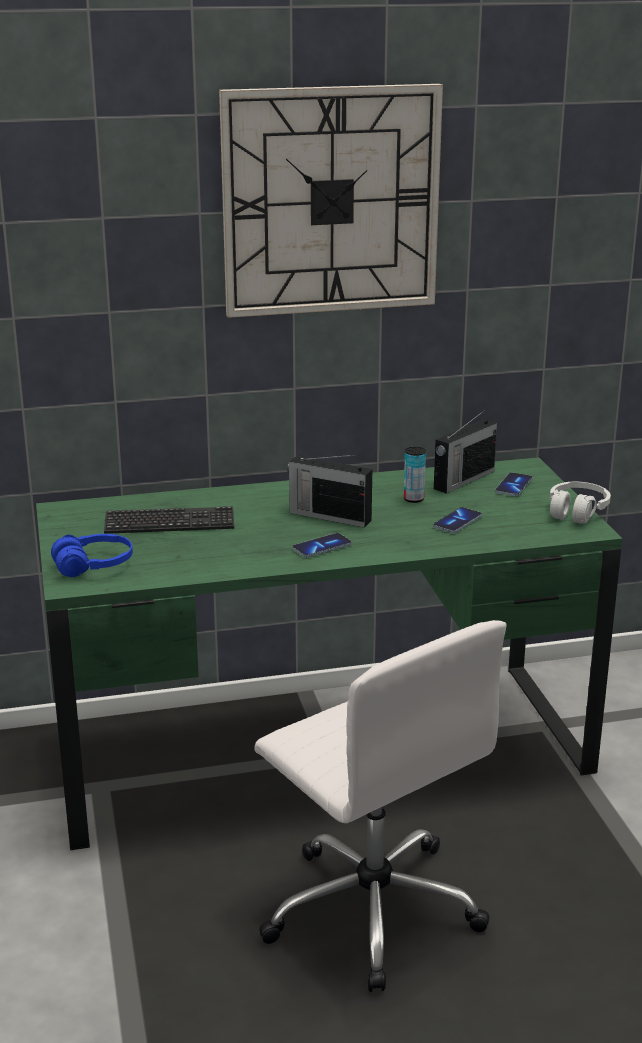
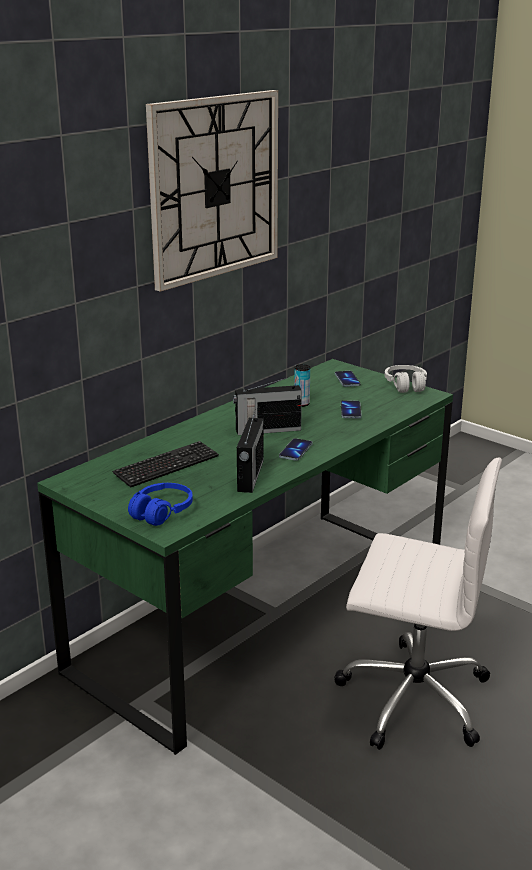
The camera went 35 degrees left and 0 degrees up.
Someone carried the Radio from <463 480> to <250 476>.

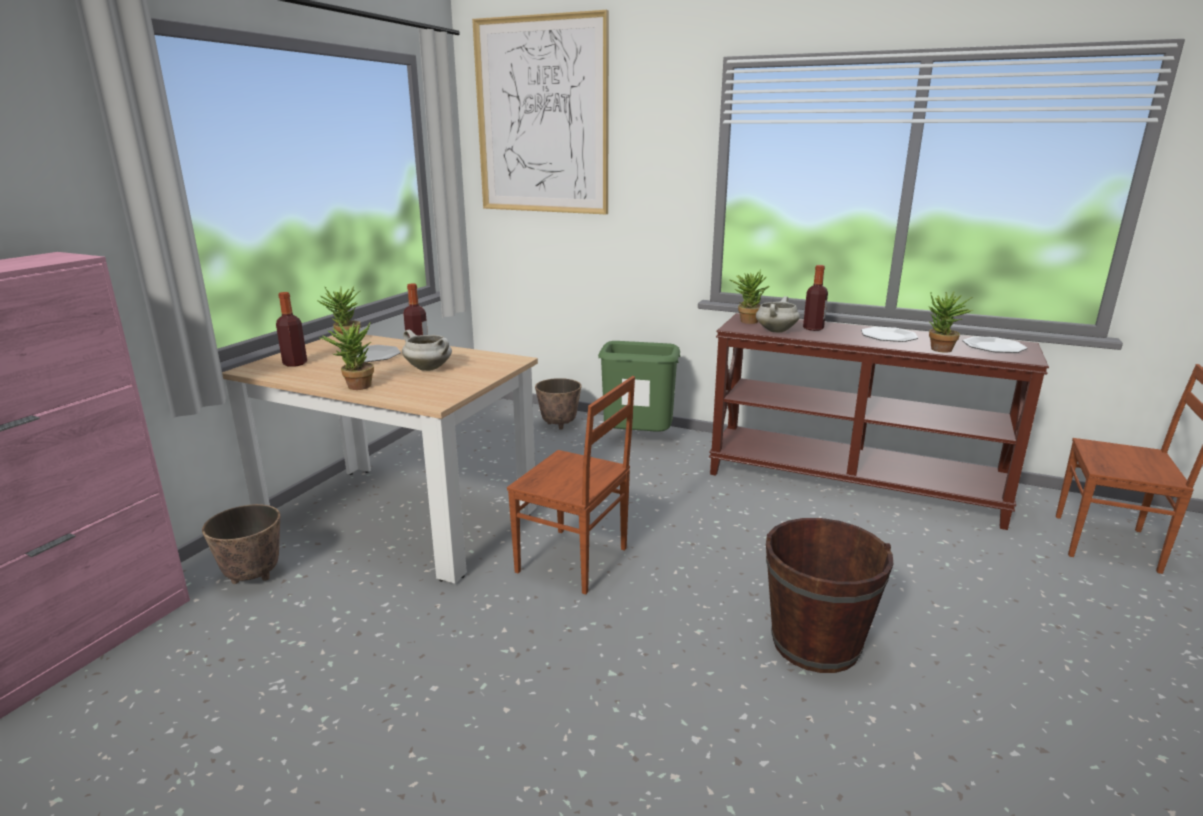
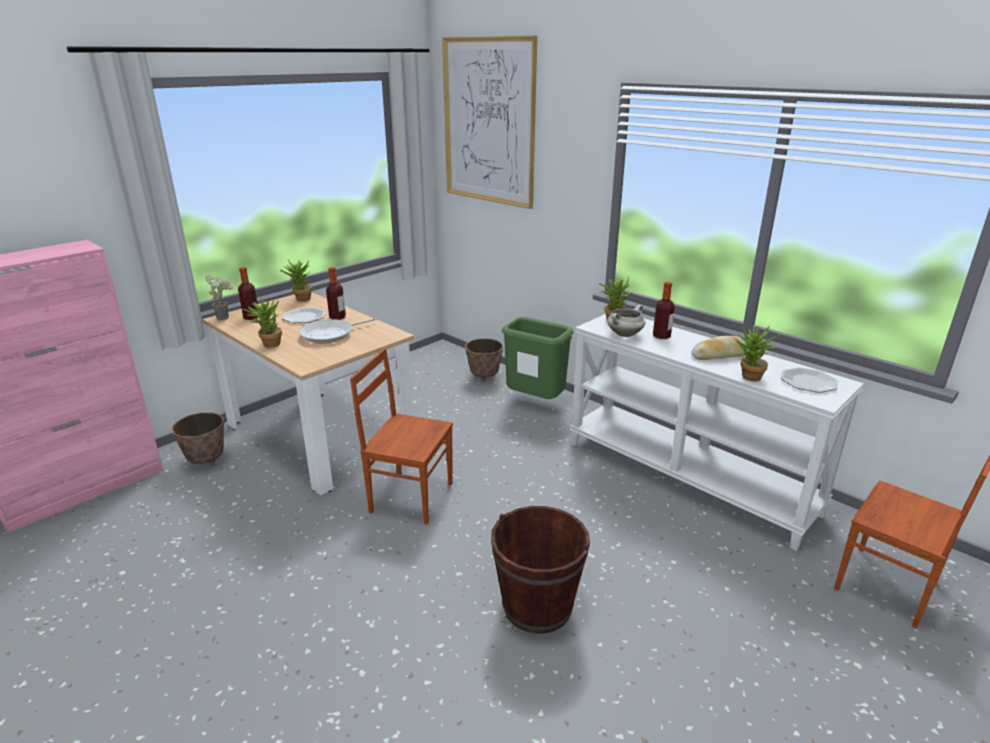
The camera went 20 degrees right and 5 degrees up.
Someone swapped the Kochtopf [weiß] at <429 368> for the Pfanne at <330 334>.
Someone rotated the Stuhl [braun] at <573 561> by 150 degrees clockwise.
Someone repainted the Konsolentisch [braun] at <853 483>, which became the Konsolentisch [weiß] at <688 476>.
Someone swapped the Teller at <888 336> for the Brot at <720 355>.
Someone put down the Topfpflanze at <226 317>.

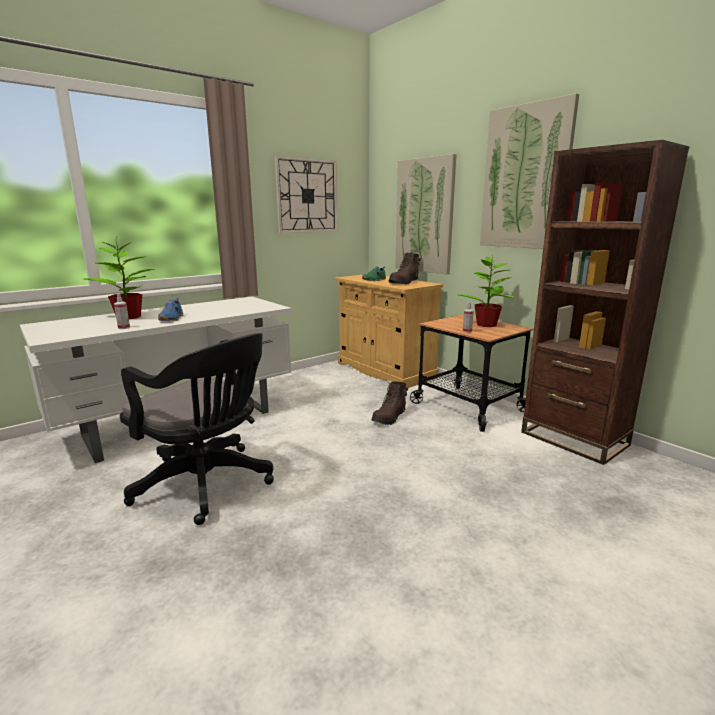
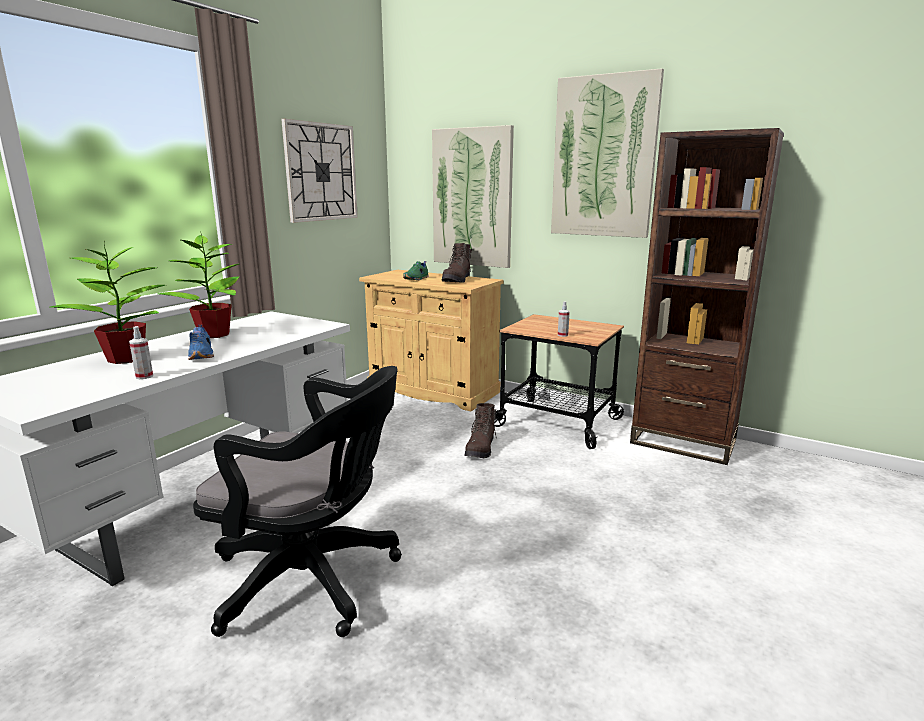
The camera went 20 degrees left and 0 degrees up.
Someone carried the Topfpflanze from <486 325> to <213 335>.

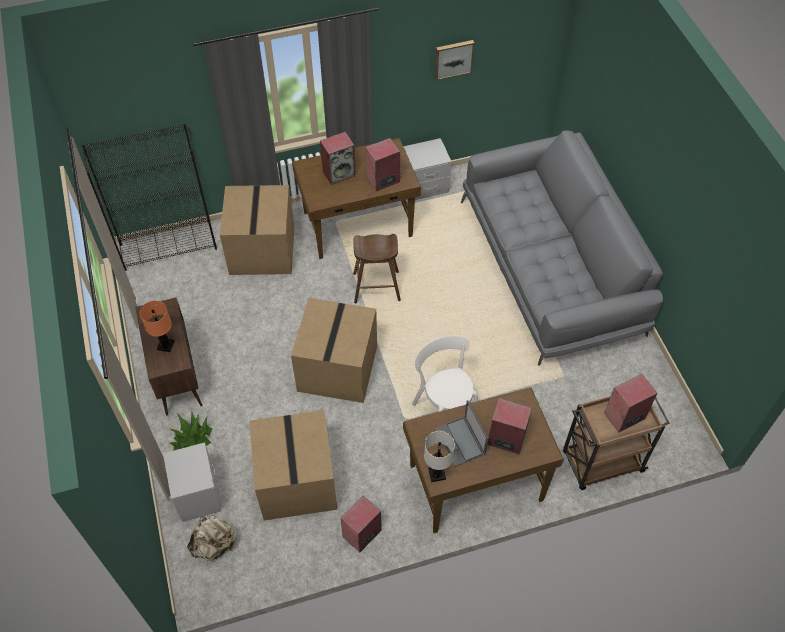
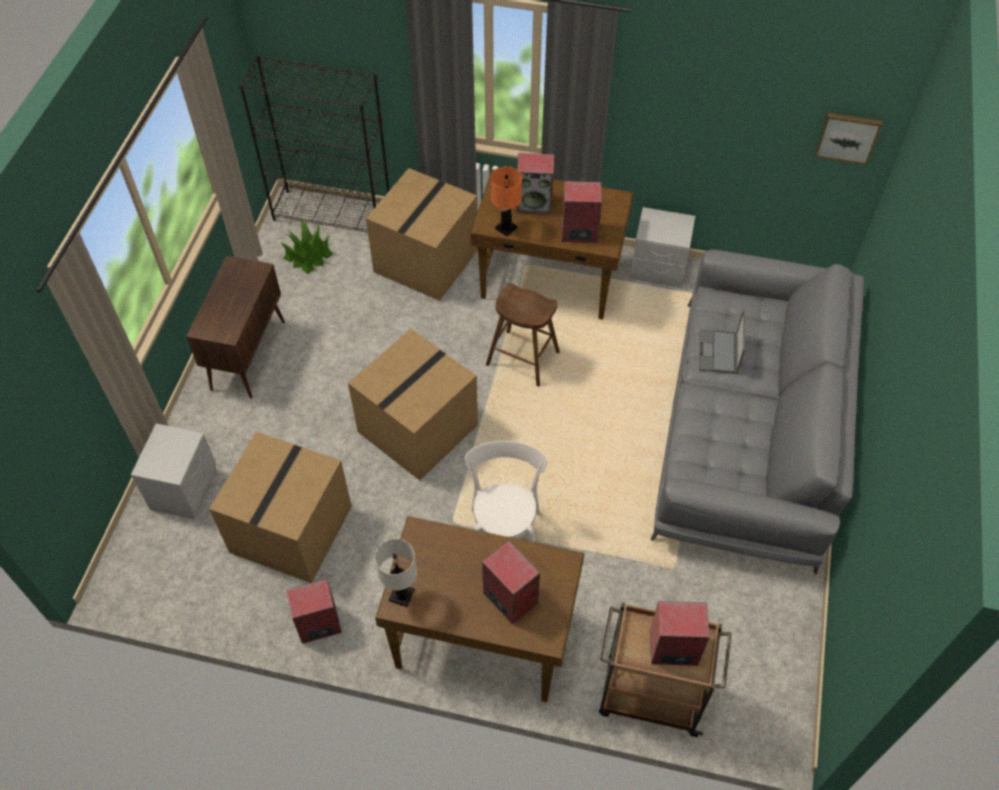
The camera went 30 degrees right and 0 degrees up.
Someone carried the Tischlampe [orange] from <166 345> to <506 228>.
Someone carried the Topfpflanze from <192 439> to <308 255>.
Someone took away the Rucksack [beige] at <215 545>.
Someone carried the Bild from <453 59> to <847 136>.
Someone carried the Laptop from <460 442> to <718 352>.

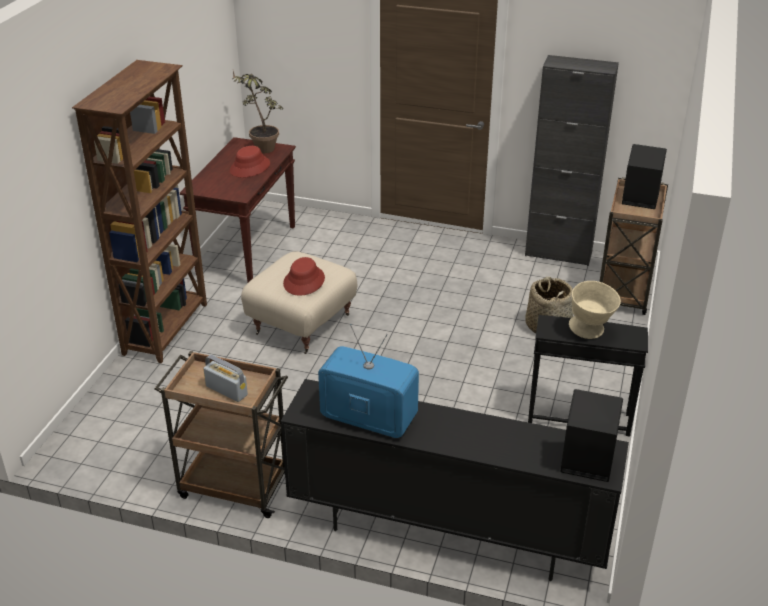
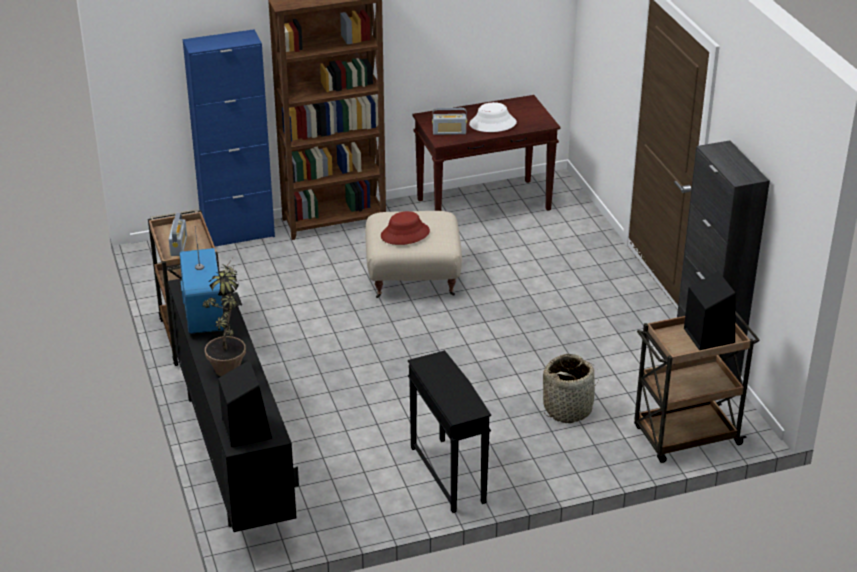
The camera went 55 degrees right and 0 degrees up.
Someone repainted the Hut [rot] at <250 167>, which became the Hut [weiß] at <492 124>.
Someone carried the Topfpflanze from <260 147> to <229 364>.
Someone took away the Schüssel [beige] at <590 332>.
Someone put down the Schrank [blau] at <238 234>.
Someone put down the Radio at <449 132>.

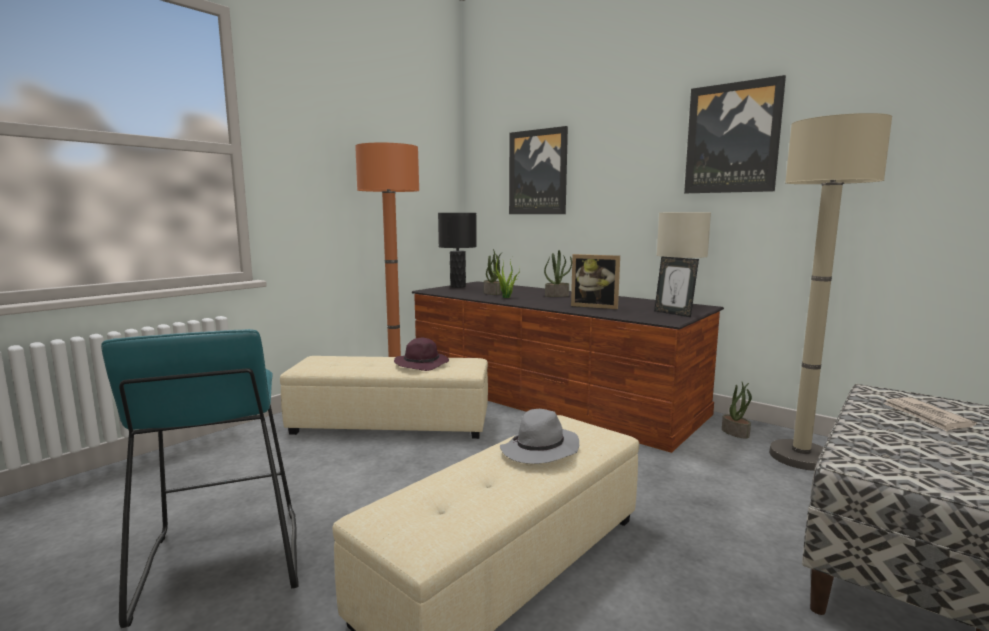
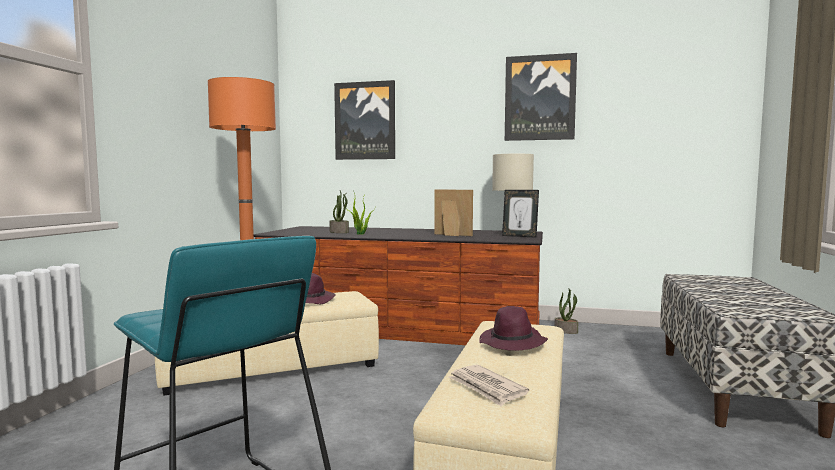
The camera went 25 degrees left and 5 degrees down.
Someone took away the Tischlampe [schwarz] at <458 286>.
Someone repainted the Hut [grau] at <540 451>, which became the Hut [lila] at <512 343>.
Someone took away the Topfpflanze at <557 295>.
Someone rotated the Bilderrahmen at <595 306> by 150 degrees counterclockwise.
Someone took away the Stehlampe [beige] at <800 457>.
Someone carried the Zeitung from <926 417> to <487 388>.

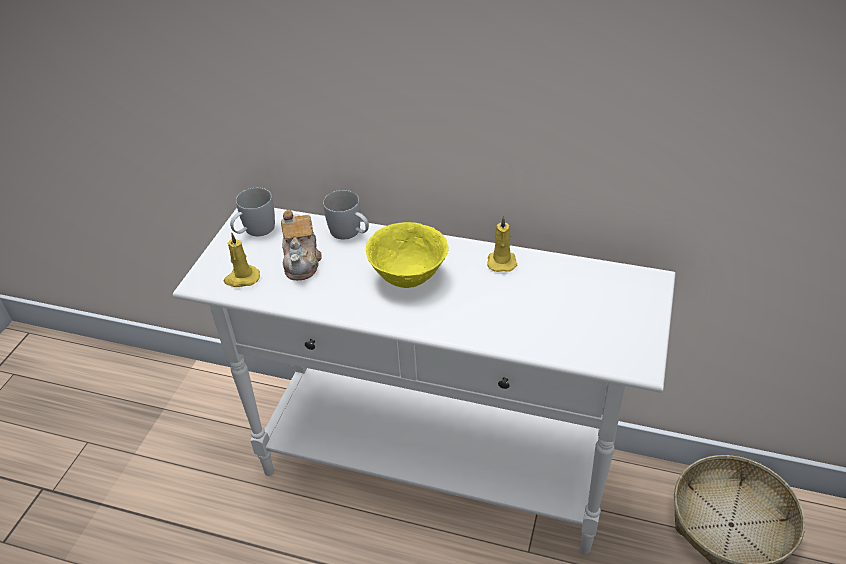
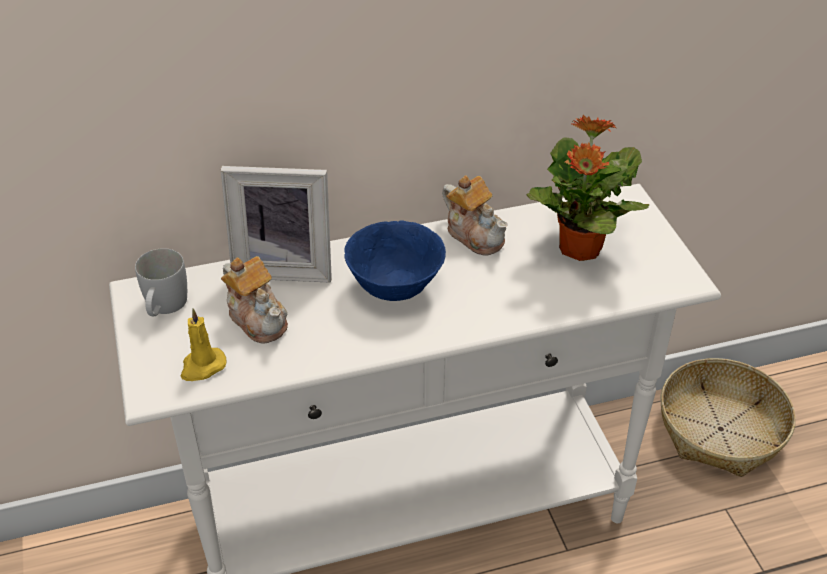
The camera went 35 degrees left and 0 degrees up.
Someone swapped the Henkelbecher [weiß] at <350 233> for the Bilderrahmen at <284 266>.
Someone repainted the Schüssel [gelb] at <408 278>, which became the Schüssel [blau] at <396 288>.
Someone swapped the Kerze [gelb] at <501 261> for the Teekanne at <475 234>.
Someone put down the Topfpflanze at <579 249>.

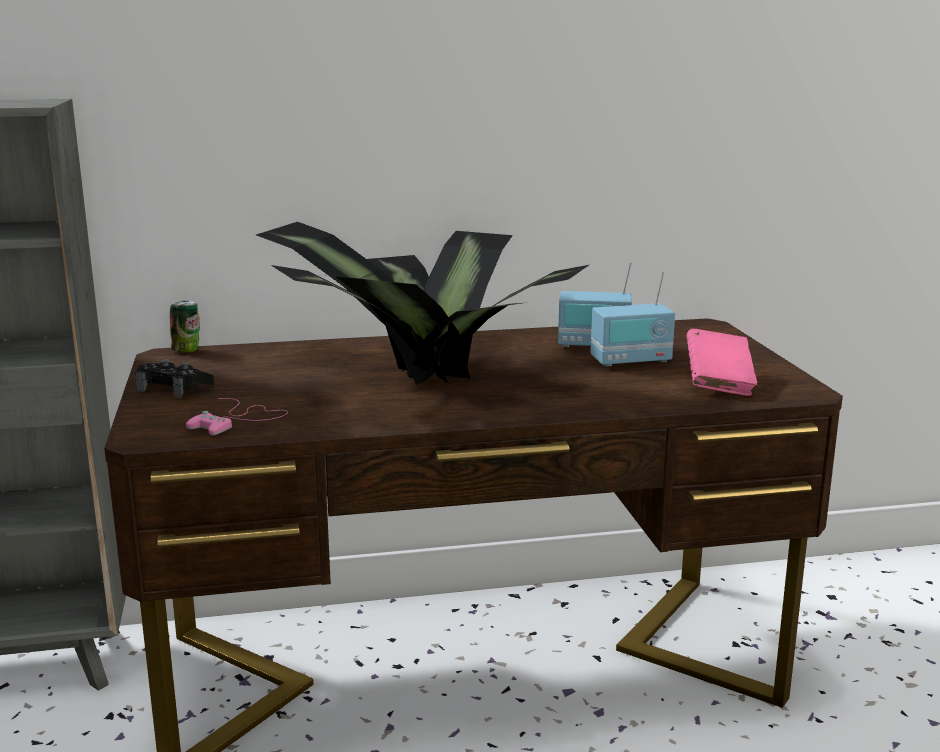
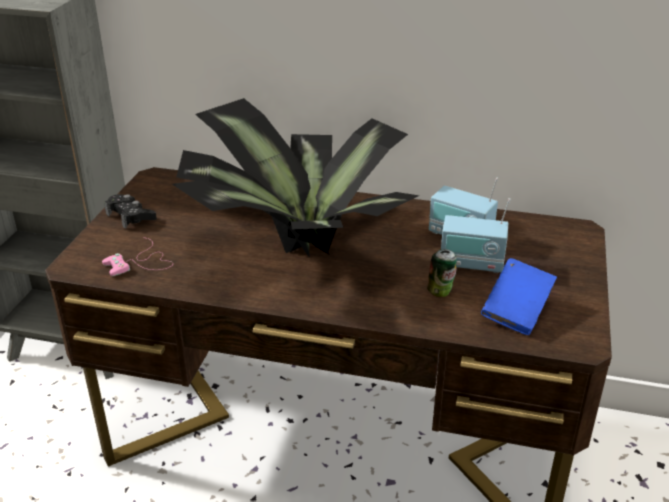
The camera went 25 degrees right and 15 degrees up.
Someone carried the Dose from <187 350> to <441 291>.
Someone repainted the Buch [rosa] at <718 383>, which became the Buch [blau] at <516 312>.

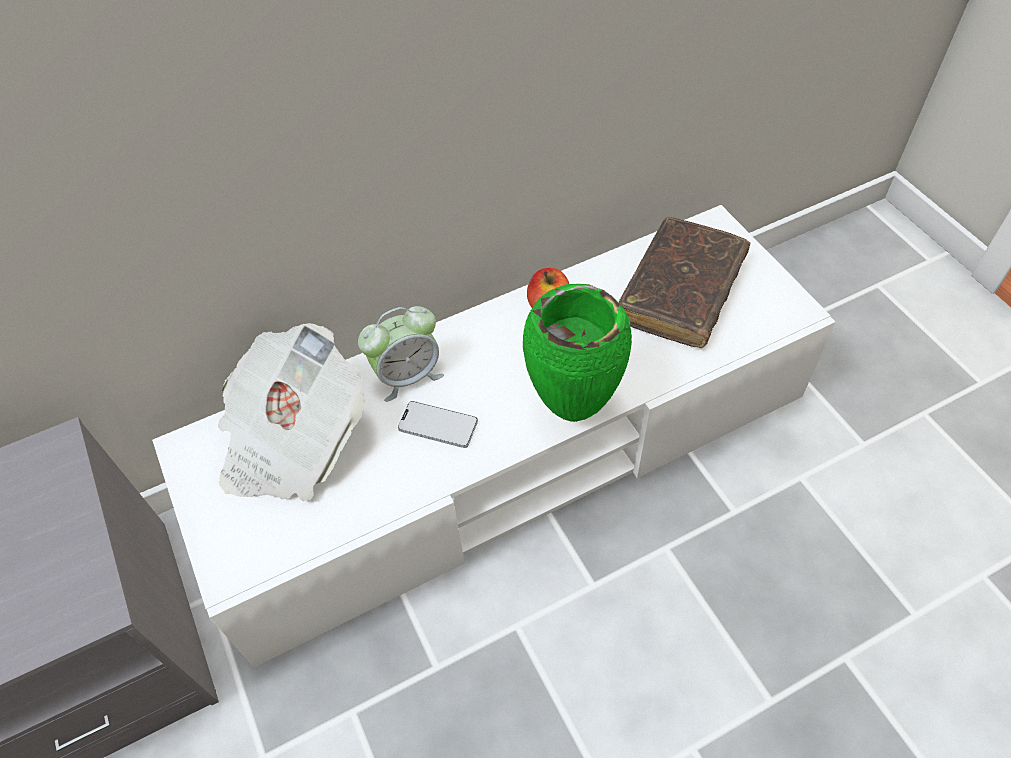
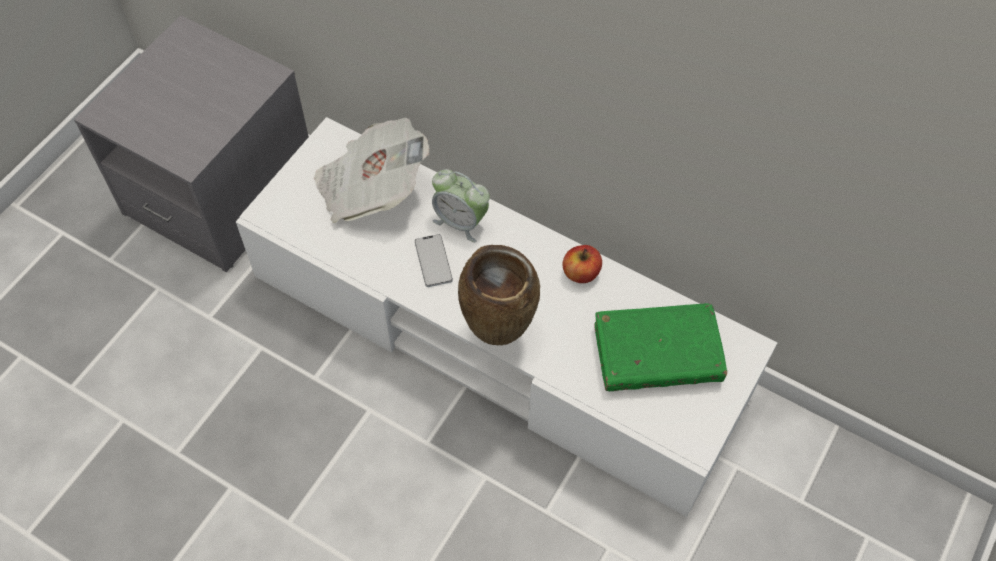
The camera went 55 degrees right and 5 degrees up.
Someone repainted the Vase [grün] at <574 408>, which became the Vase [braun] at <499 334>.
Someone repainted the Buch [braun] at <681 292>, which became the Buch [grün] at <657 354>.

